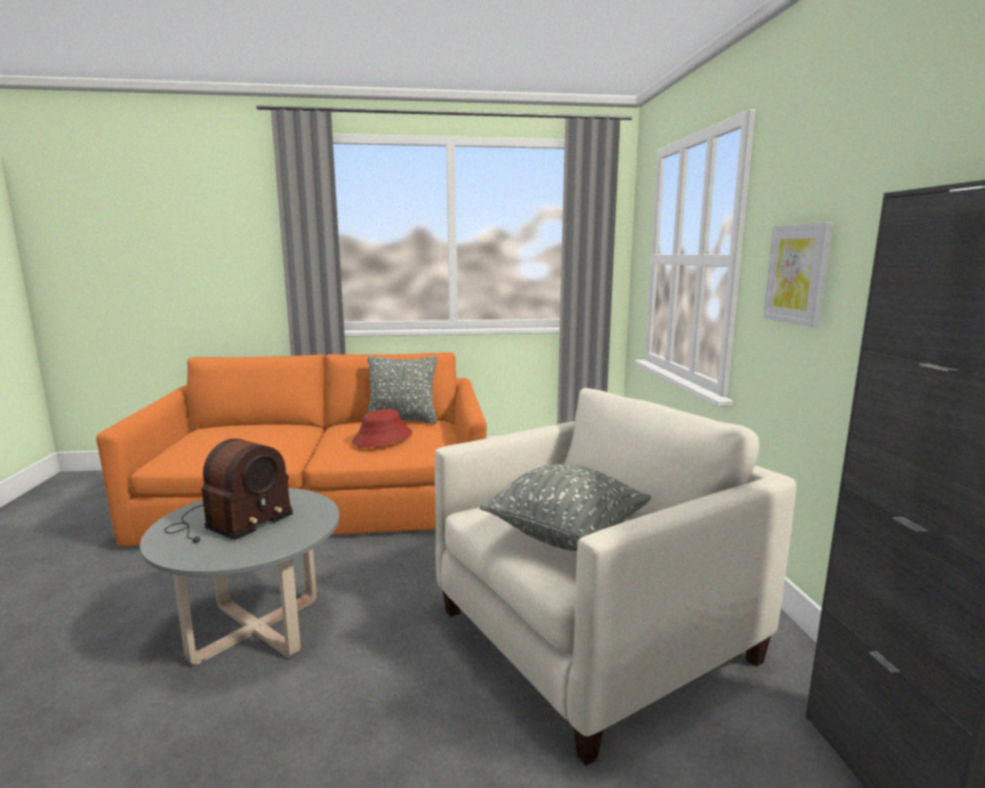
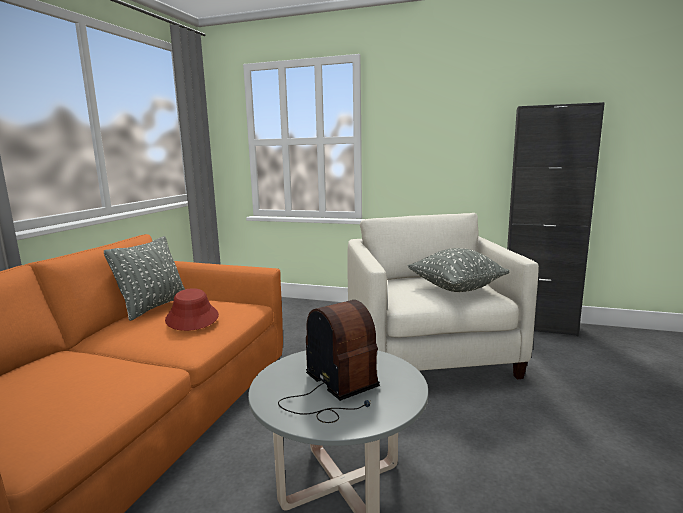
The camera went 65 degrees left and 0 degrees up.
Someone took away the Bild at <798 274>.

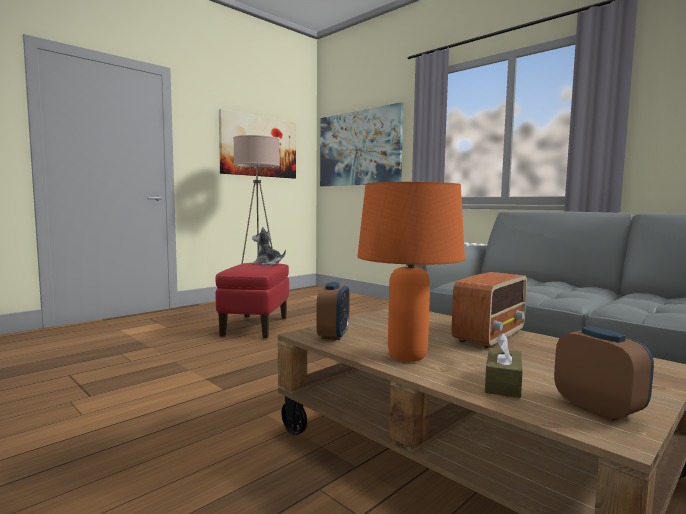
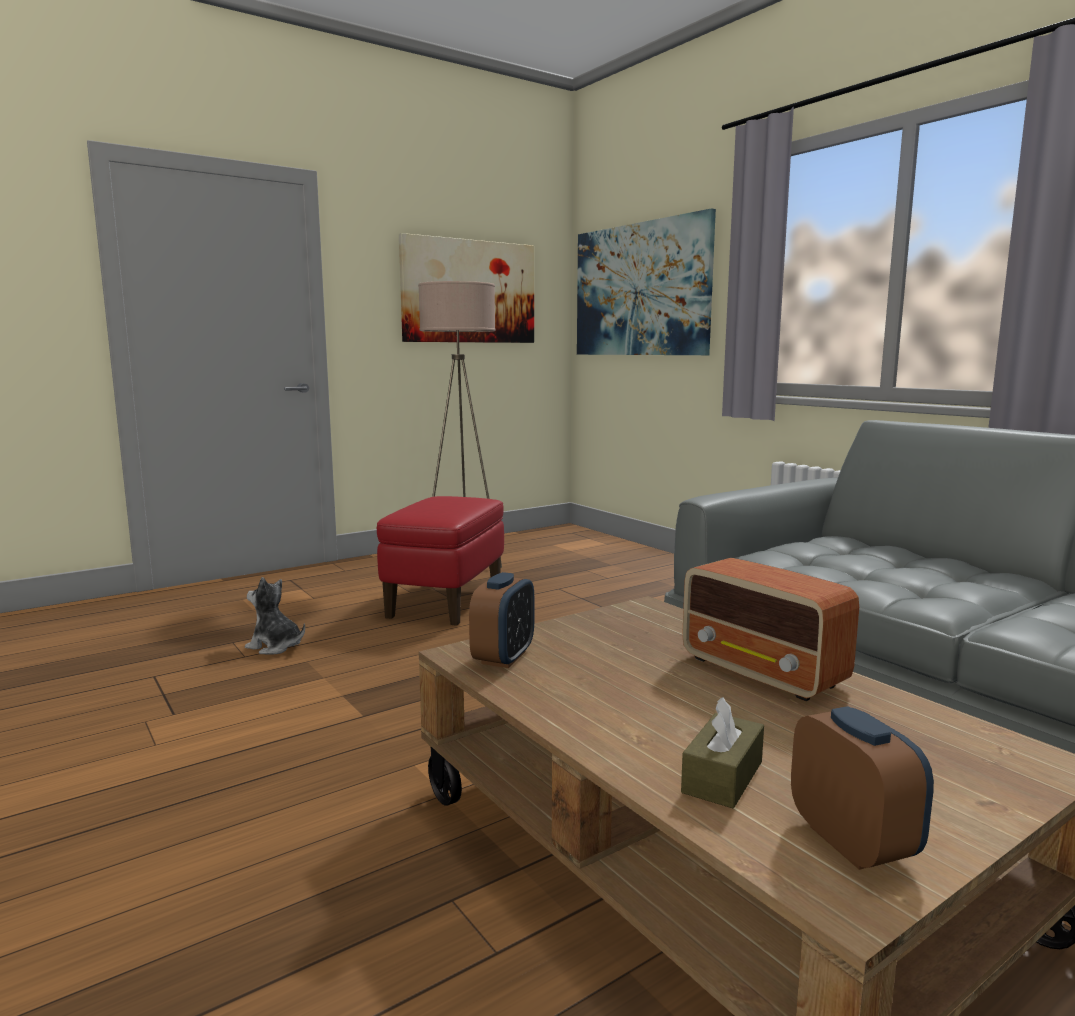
The camera went 10 degrees right and 5 degrees up.
Someone carried the Plüschtier from <267 263> to <275 646>.
Someone took away the Tischlampe [orange] at <408 357>.
Someone rotated the Radio at <490 336> by 90 degrees clockwise.

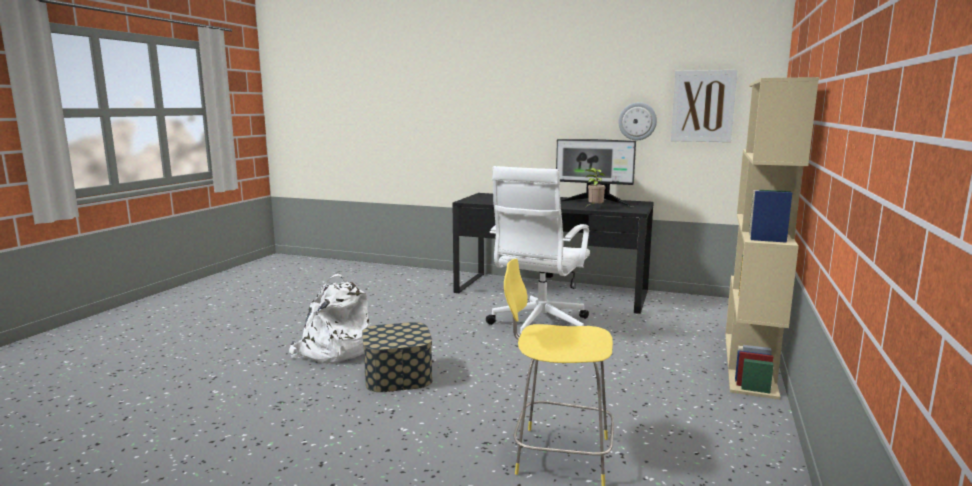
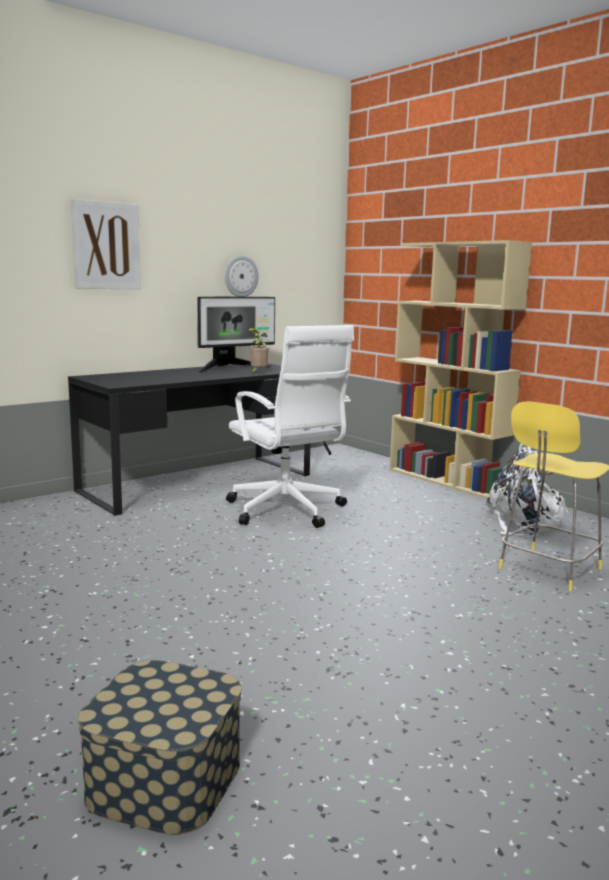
The camera went 60 degrees left and 0 degrees up.
Someone carried the Rucksack [weiß] from <333 351> to <524 523>.
Someone carried the Aufbewahrungsbox from <398 375> to <165 778>.
Someone carried the Bild from <703 106> to <106 246>.

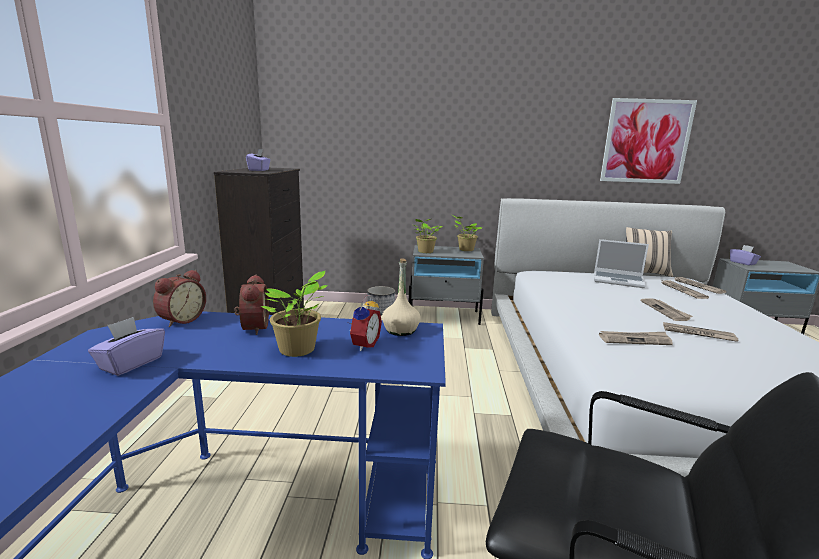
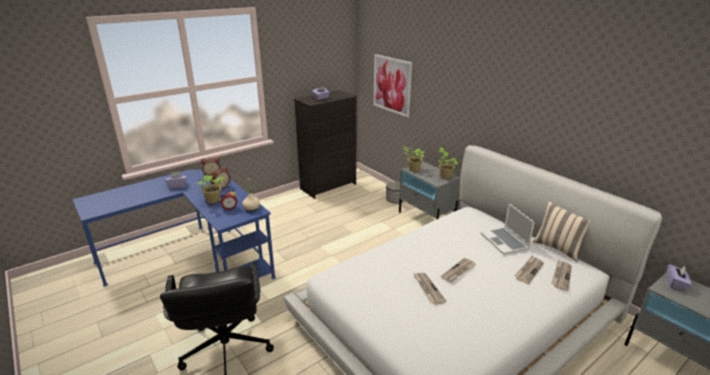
The camera went 50 degrees right and 10 degrees up.
Someone took away the Zeitung at <634 340>.
Someone carried the Bild from <646 141> to <392 85>.

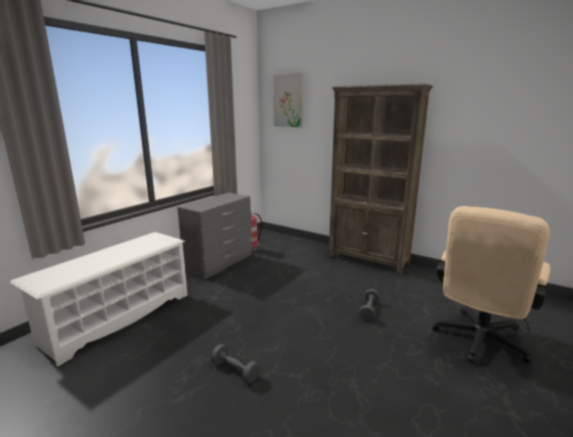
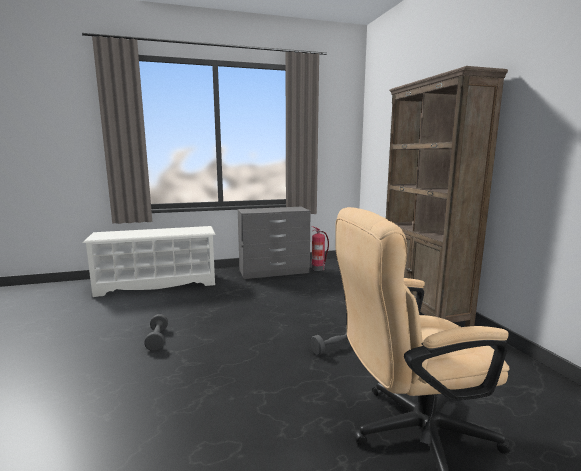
The camera went 40 degrees right and 5 degrees down.
Someone took away the Bild at <288 101>.

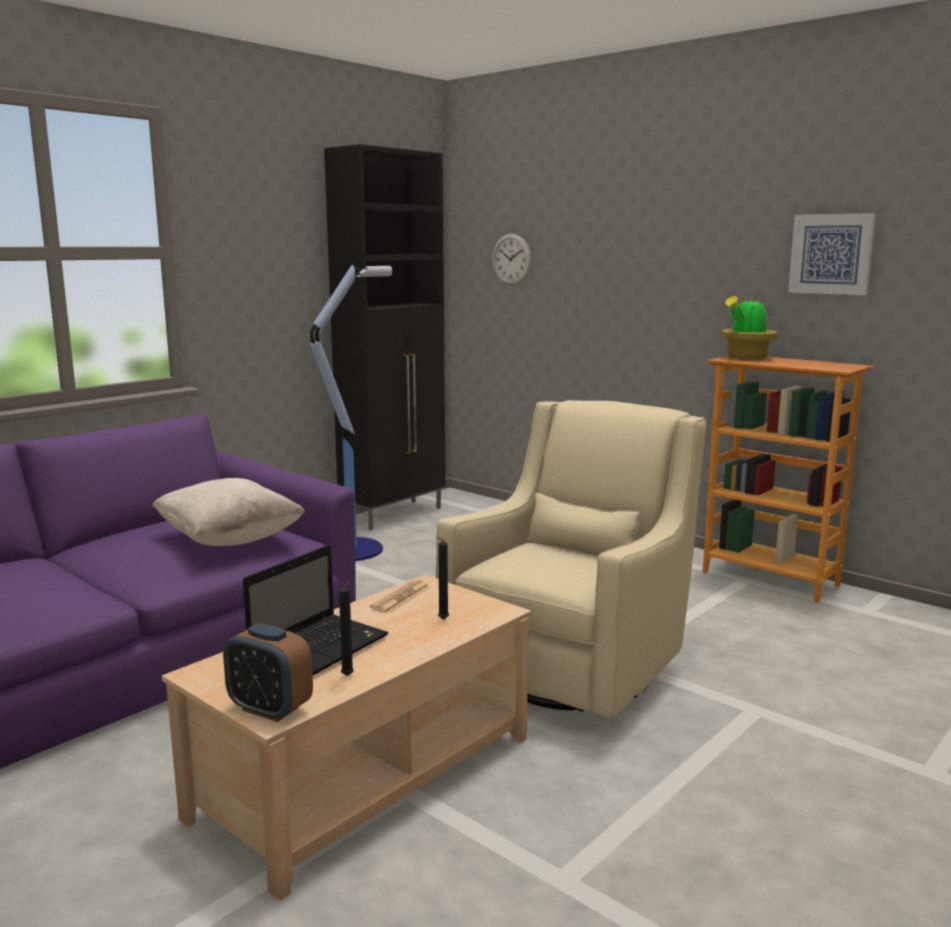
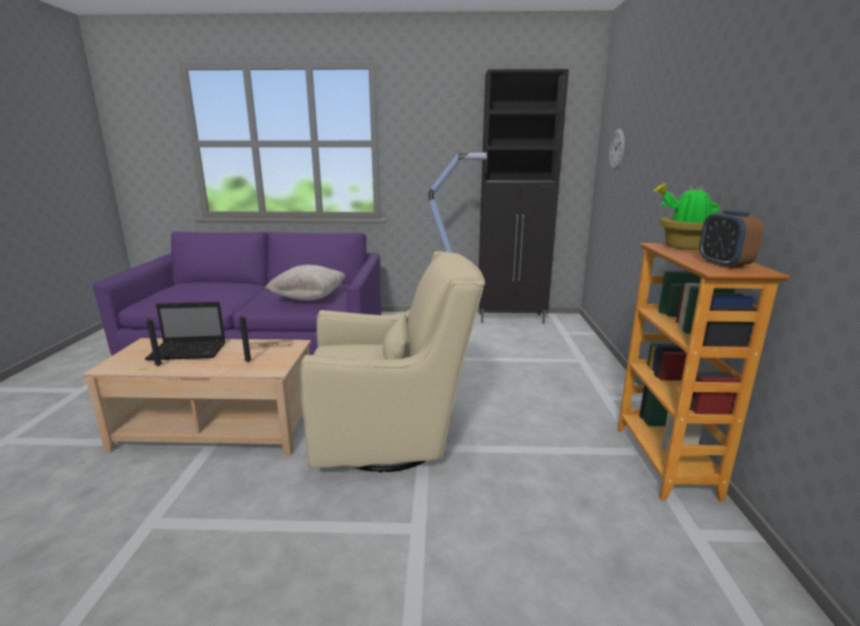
The camera went 50 degrees right and 5 degrees up.
Someone carried the Wecker from <269 709> to <723 264>.
Someone took away the Bild at <831 254>.

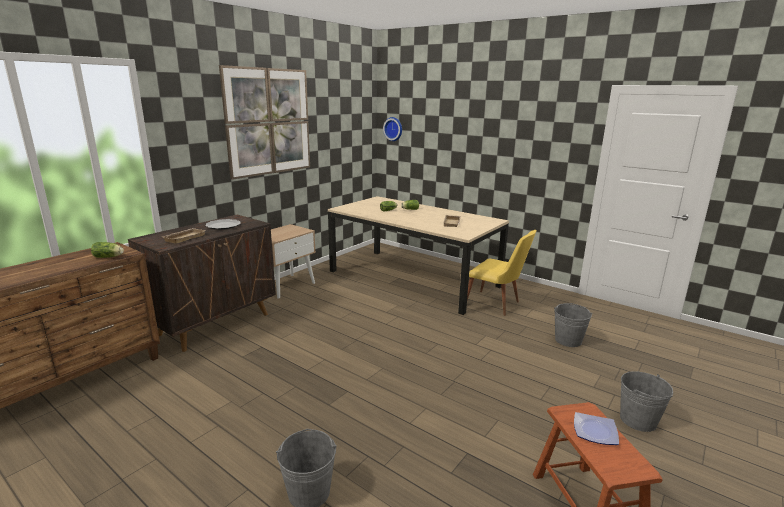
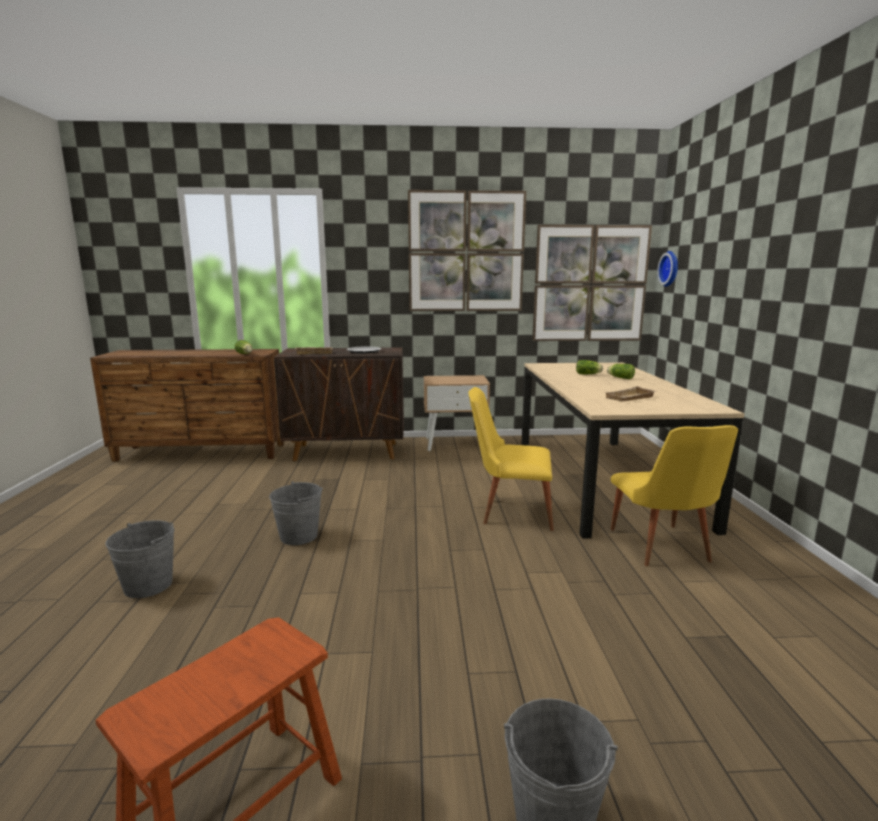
The camera went 50 degrees right and 5 degrees down.
Someone carried the Eimer [grau] from <568 340> to <299 536>.
Someone took away the Teller at <594 431>.
Someone put down the Stuhl [gelb] at <509 512>.
Someone put up the Bild at <590 284>.

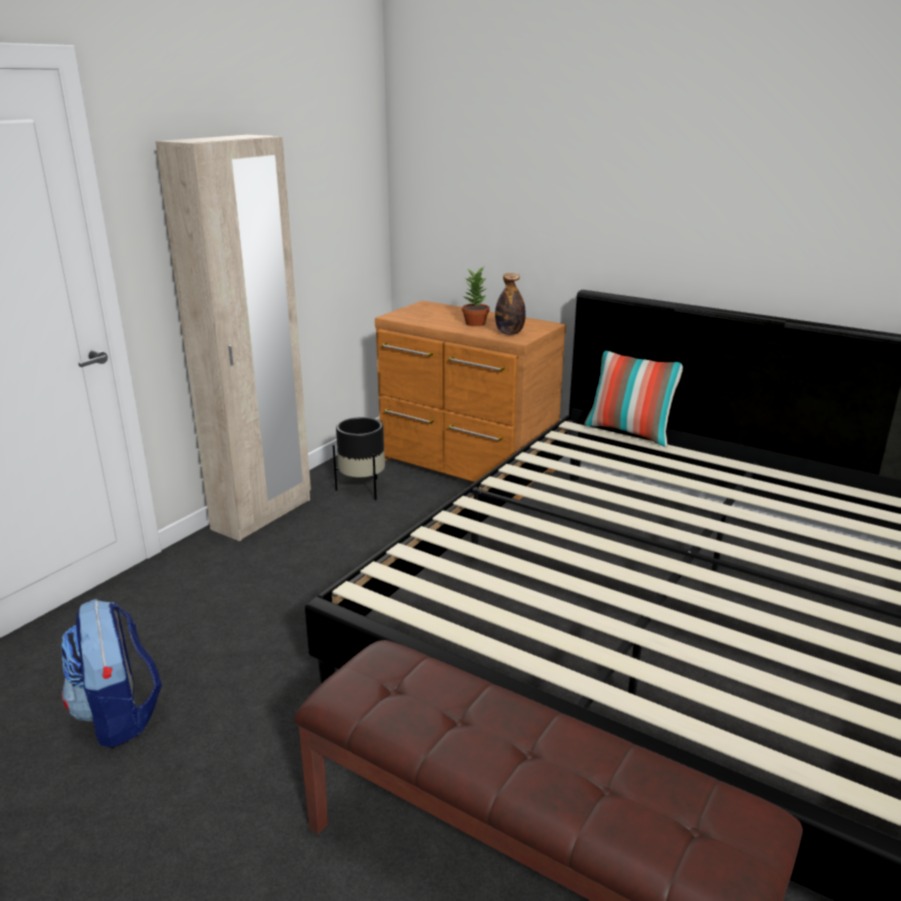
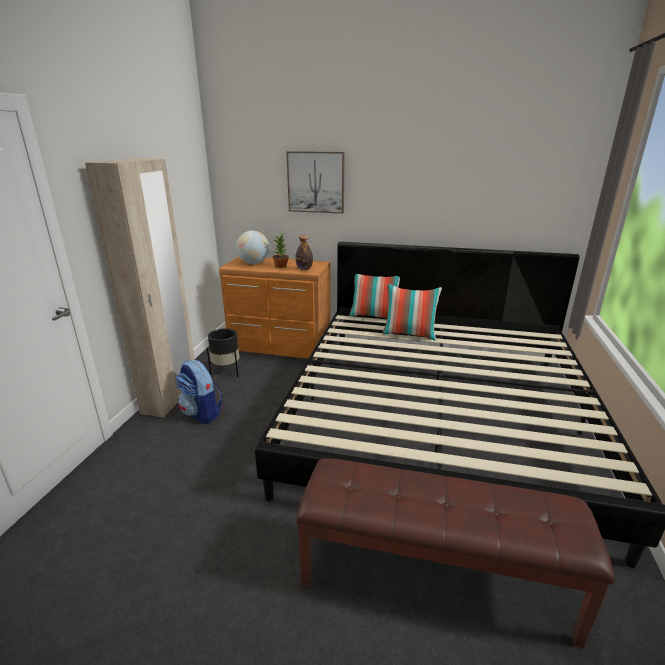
The camera went 20 degrees left and 0 degrees up.
Someone carried the Rucksack from <119 716> to <202 413>.
Someone put down the Globus at <254 263>.
Someone put up the Bild at <316 182>.
Someone put down the Kissen at <409 334>.

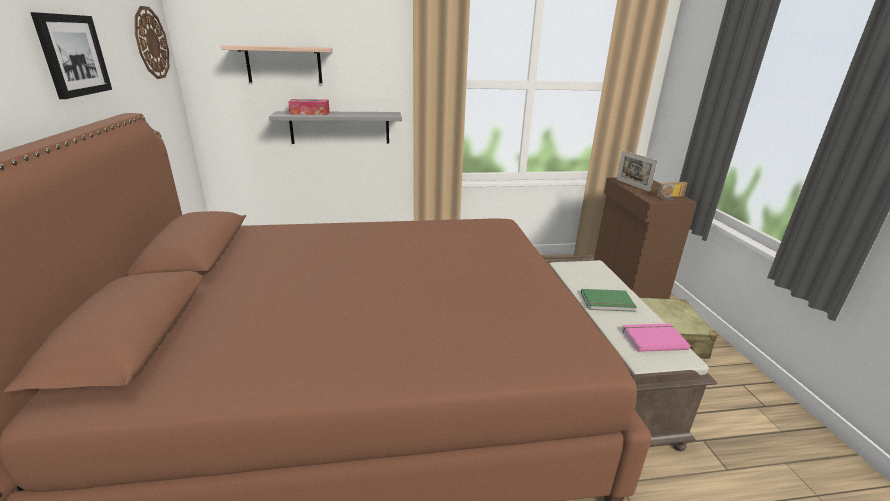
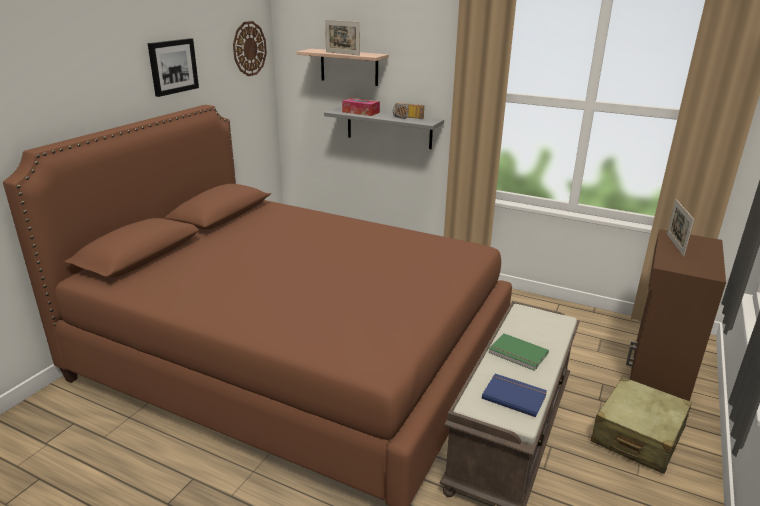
The camera went 35 degrees right and 0 degrees up.
Someone repainted the Buch [rosa] at <652 338>, which became the Buch [blau] at <514 395>.
Someone carried the Radio from <671 197> to <407 118>.
Someone put down the Bilderrahmen at <342 53>.

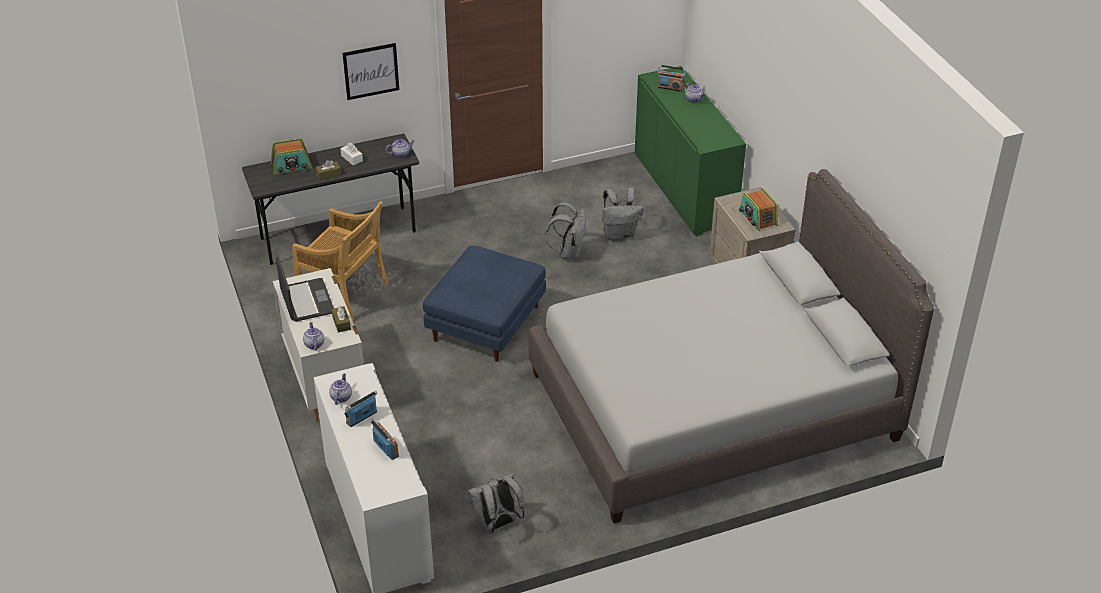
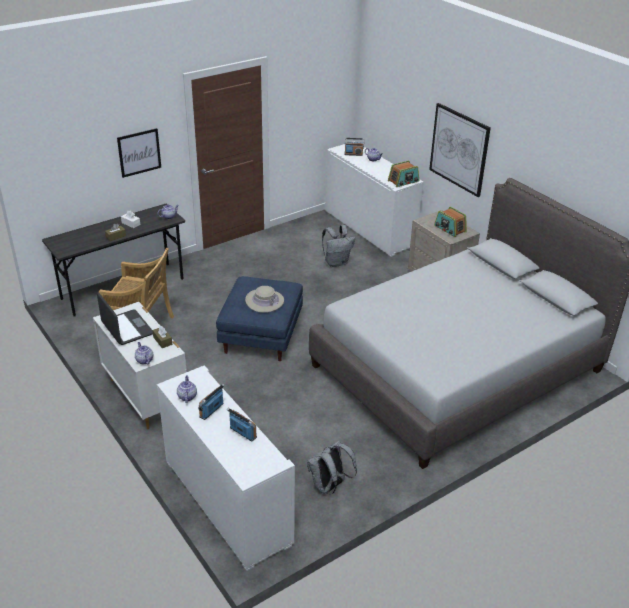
The camera went 15 degrees left and 5 degrees down.
Someone carried the Radio from <291 166> to <403 181>.
Someone took away the Rucksack [grau] at <569 252>.
Someone repainted the Schrank [grün] at <684 189>, which became the Schrank [weiß] at <369 228>.
Someone put down the Hut [beige] at <264 301>.
Someone put up the Bild at <459 149>.

